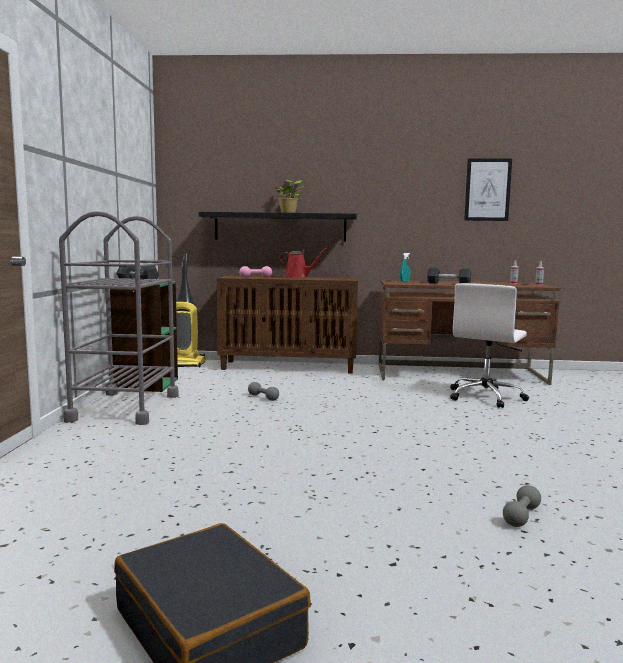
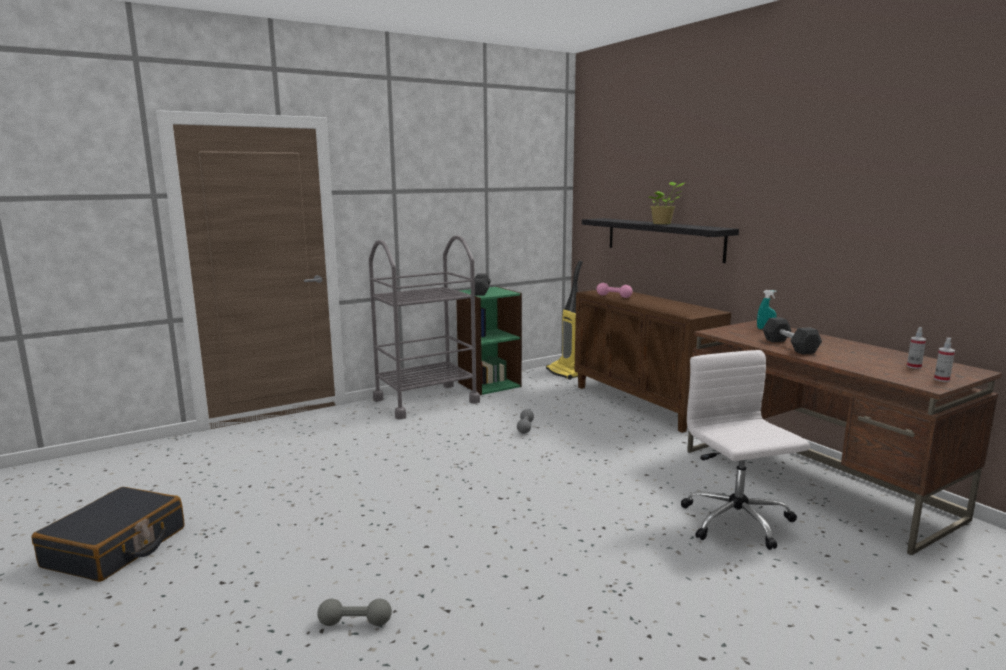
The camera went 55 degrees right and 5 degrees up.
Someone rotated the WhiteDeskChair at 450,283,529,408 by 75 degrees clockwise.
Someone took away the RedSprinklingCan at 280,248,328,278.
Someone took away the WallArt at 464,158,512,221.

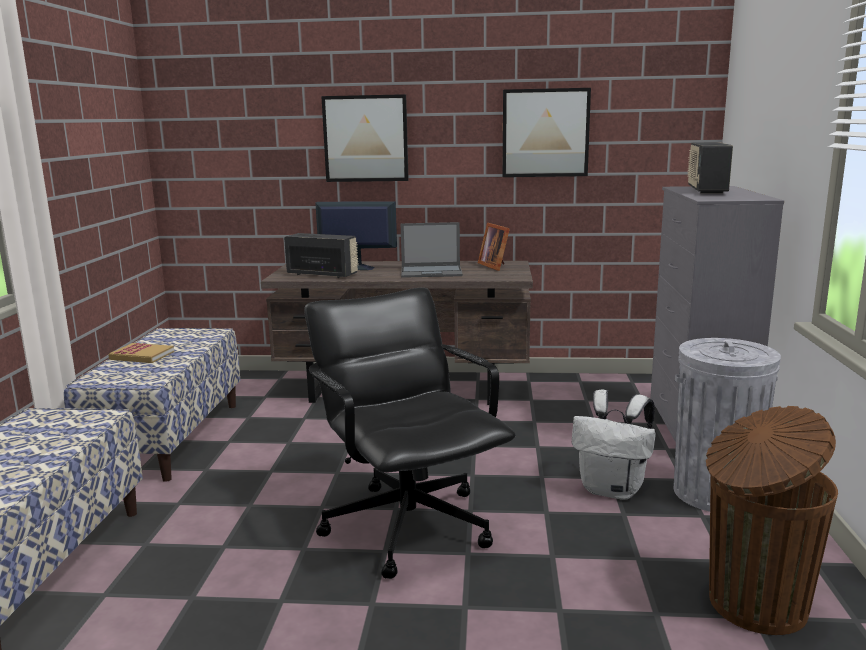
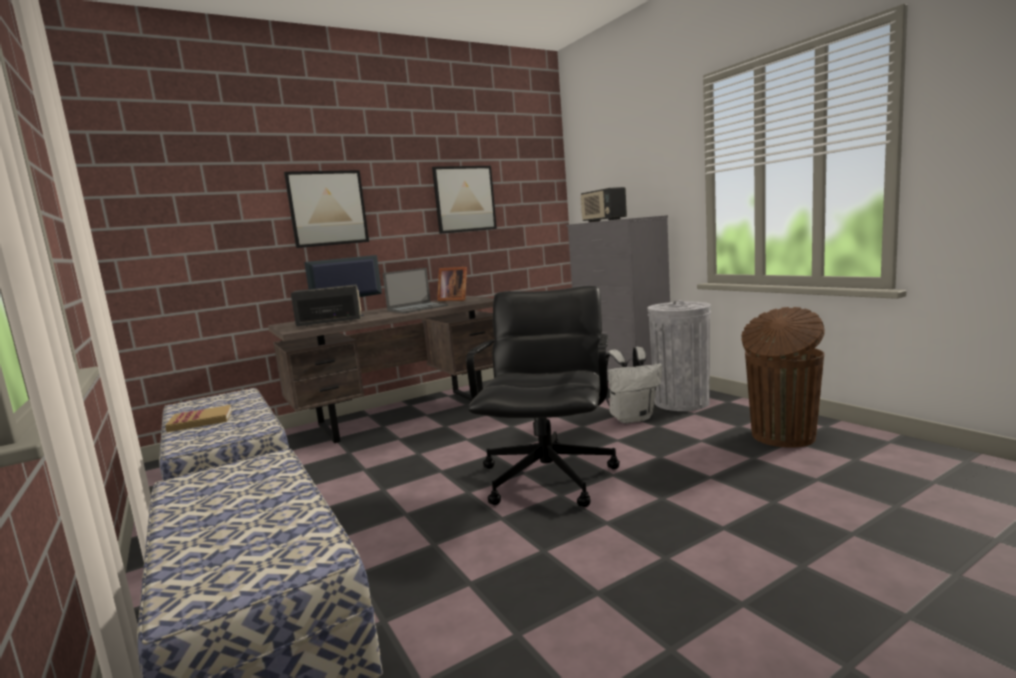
The camera went 35 degrees left and 5 degrees down.
Someone rotated the BlackColouredDeskChair at 304,288,516,579 by 75 degrees clockwise.

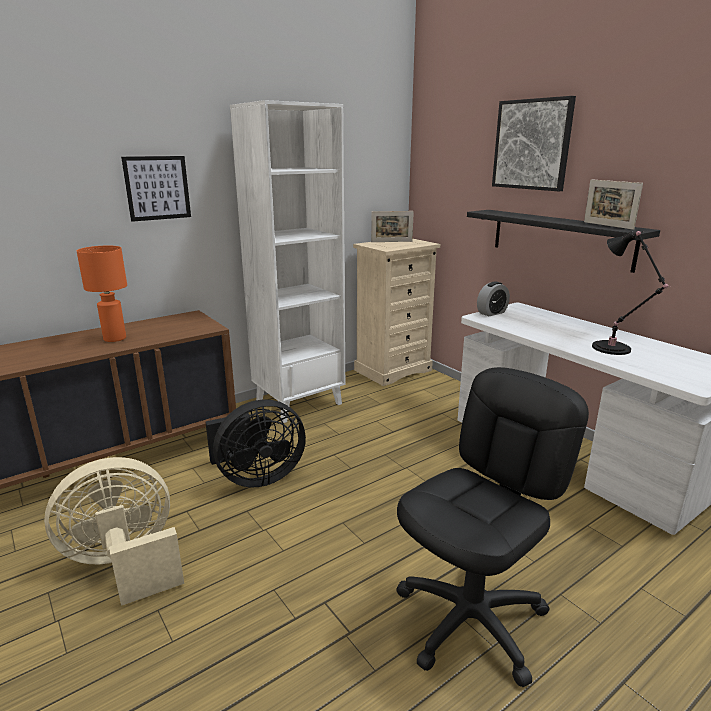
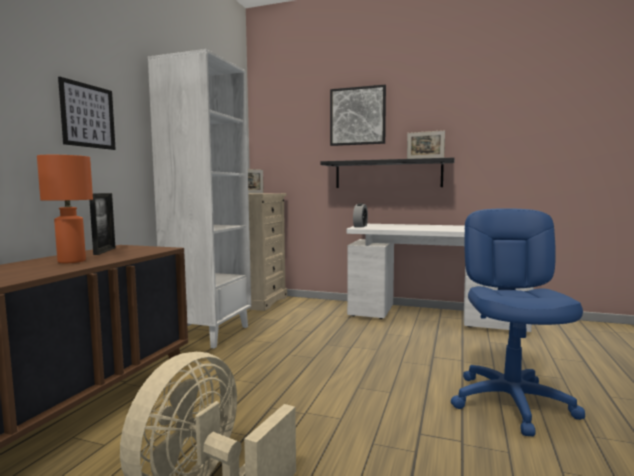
The camera went 35 degrees left and 15 degrees down.
Someone put down the PhotoFrame at 90,193,115,255.
Someone repainted the BlackColouredDeskChair at 396,367,589,687, which became the BlueDeskChair at 451,208,585,437.
Someone took away the BlackColouredElectricFan at 205,400,306,487.
Someone took away the BlackColouredLampForATable at 592,231,671,355.

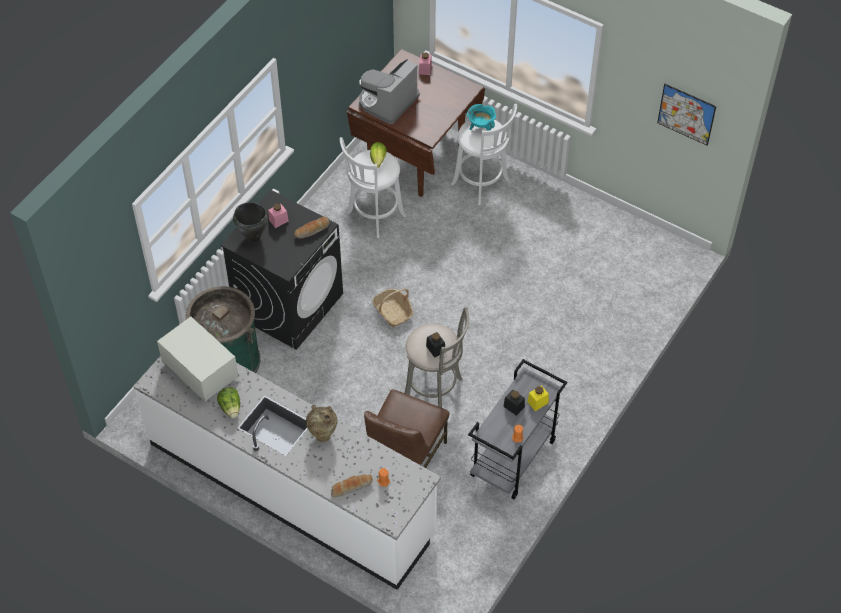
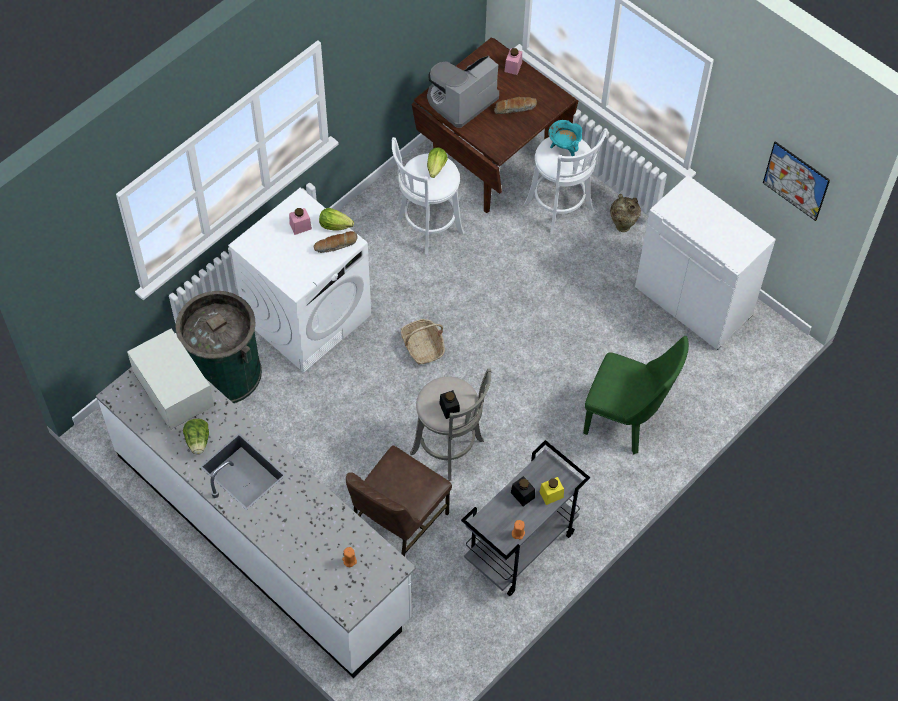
The camera went 10 degrees right and 5 degrees up.
Someone repainted the BlackColouredWashingMachine at 220,190,343,350, which became the WhiteWashingMachine at 228,188,371,372.
Someone put down the Lettuce at 319,208,354,230.
Someone carried the BakedBread from 331,474,373,497 to 494,97,537,114.
Someone put down the GreenColouredUprightChair at 583,336,689,454.
Someone carried the BeigeFlowerVase from 306,405,338,442 to 610,194,641,232.
Someone put down the WhiteStorageCabinet at 635,175,776,350.
Someone took away the BlackColouredCookingPot at 233,202,268,242.

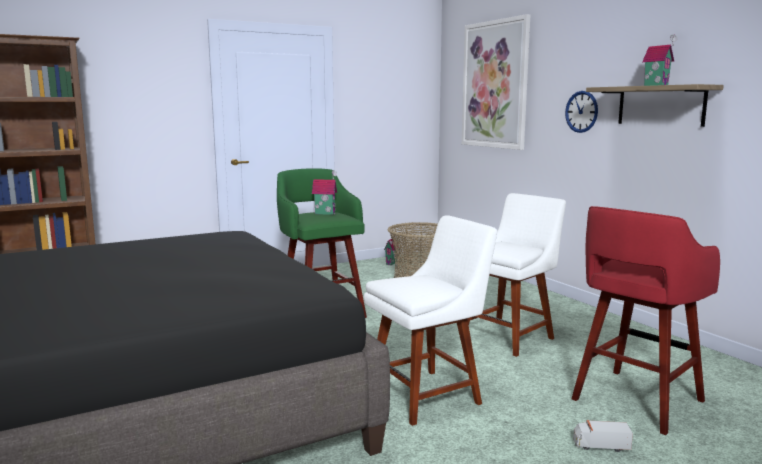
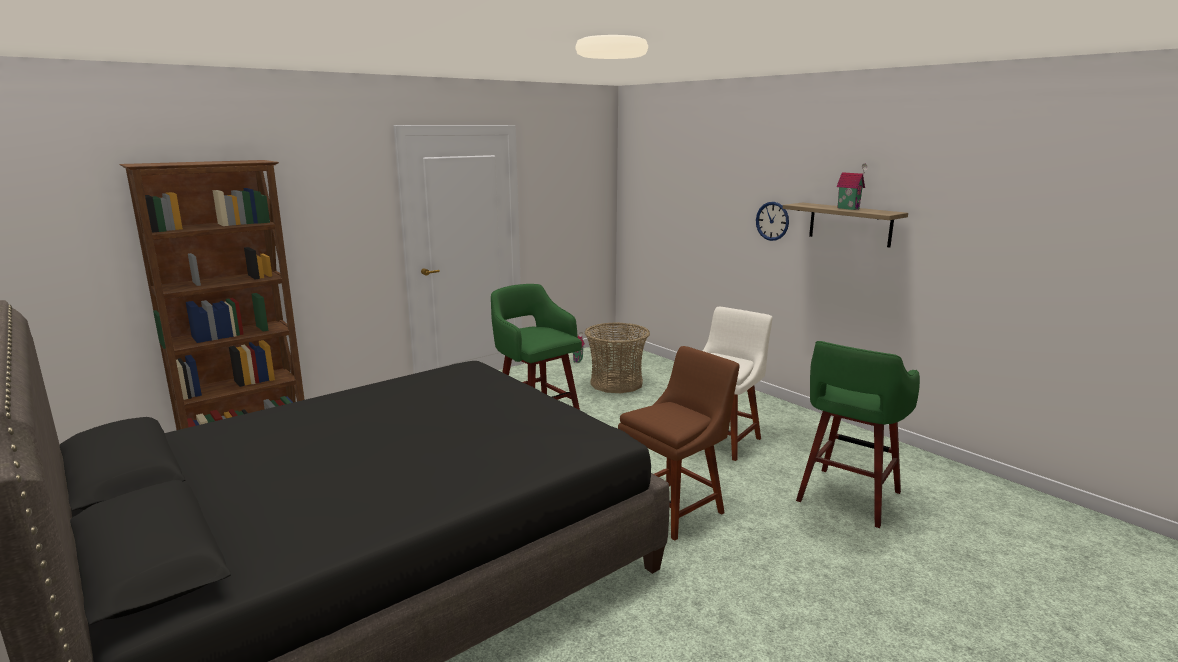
The camera went 10 degrees left and 5 degrees up.
Someone repainted the WhiteUprightChair at 364,215,497,426, which became the BrownColouredUprightChair at 618,346,740,541.
Someone repainted the RedStoolSeat at 571,206,720,435, which became the GreenColouredStoolSeat at 796,341,920,528.
Someone took away the ModelHouse at 312,170,337,215.
Someone took away the WallArt at 462,14,530,150.
Someone took away the ModelTruck at 573,420,633,452.

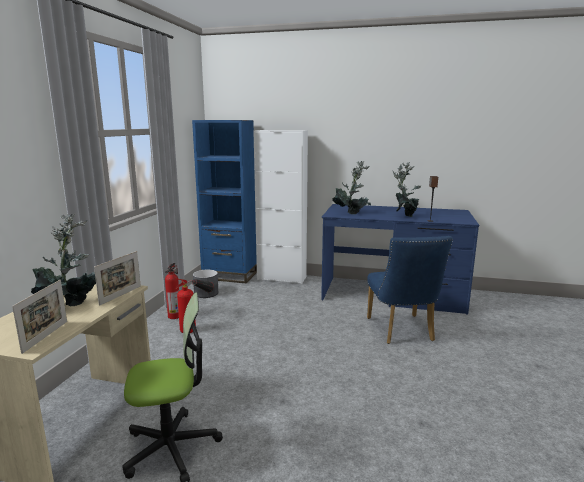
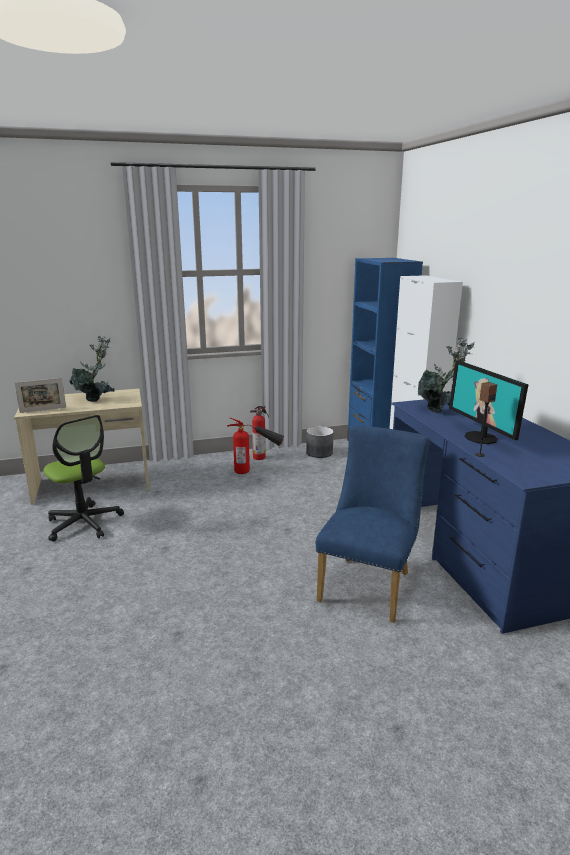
The camera went 60 degrees right and 5 degrees up.
Someone rotated the BlueUprightChair at 367,236,453,344 by 150 degrees clockwise.
Someone swapped the Houseplant at 392,162,421,217 for the ComputerDisplay at 449,360,528,444.
Someone took away the PhotoFrame at 94,251,141,306.

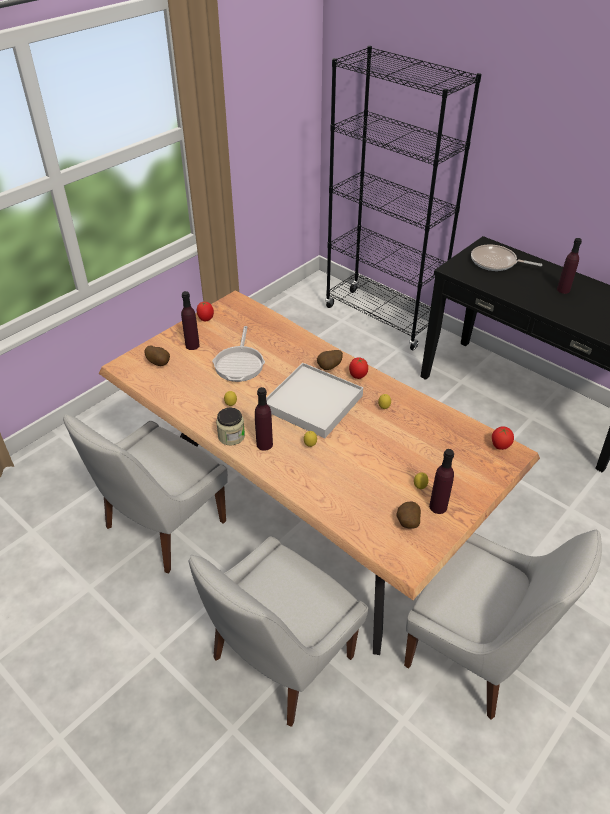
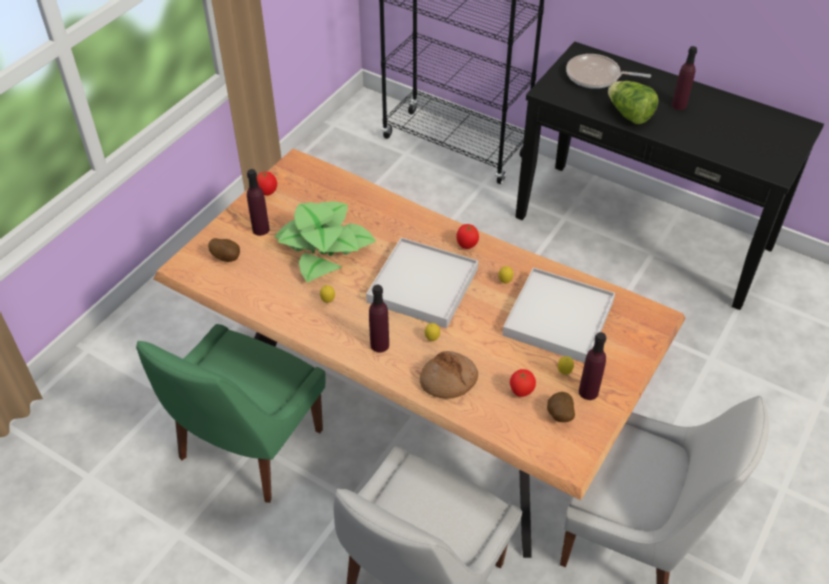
The camera went 10 degrees left and 5 degrees up.
Someone repainted the WhiteUprightChair at 63,414,228,574, which became the GreenColouredUprightChair at 136,324,326,503.
Someone swapped the FryingPan at 212,326,265,382 for the Houseplant at 274,201,376,283.
Someone put down the BakedBread at 420,351,478,398.
Someone put down the WhiteCarryingTray at 502,267,615,363.
Someone carried the WholeTomato from 492,426,514,450 to 510,369,536,397.
Someone put down the Lettuce at 608,81,658,124.
Someone took away the PreserveJar at 216,408,245,445.
Someone took away the WholePotato at 317,350,343,370.

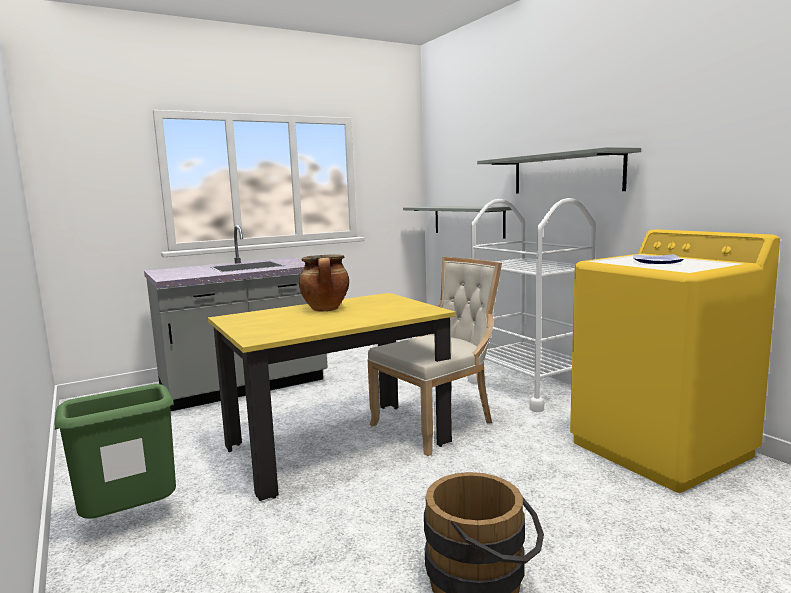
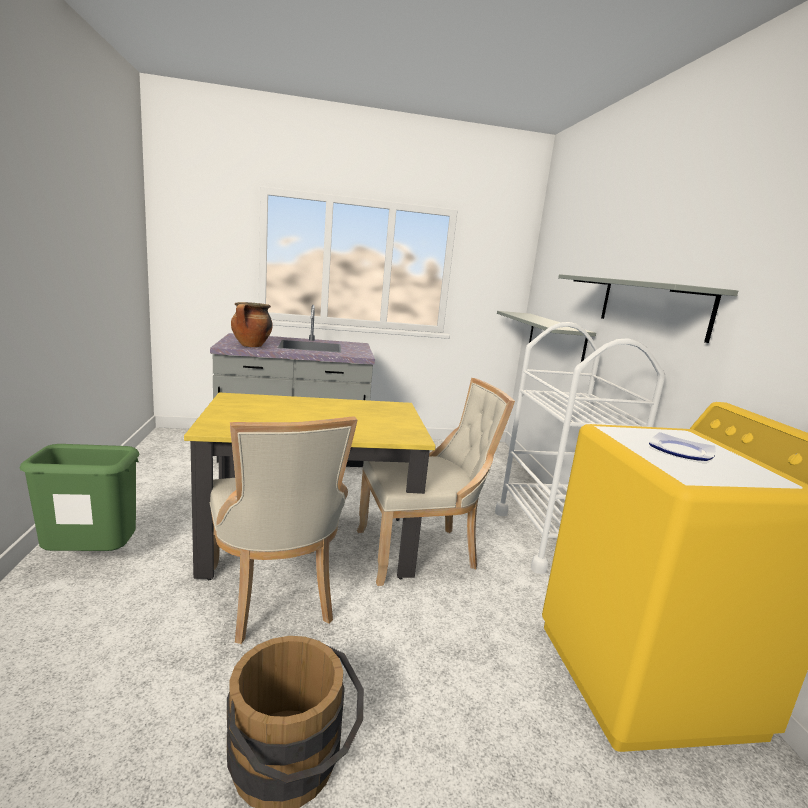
The camera went 20 degrees right and 5 degrees up.
Someone put down the BeigeUprightChair at 210,416,357,644.
Someone carried the CookingPot from 299,255,349,311 to 231,302,273,347.

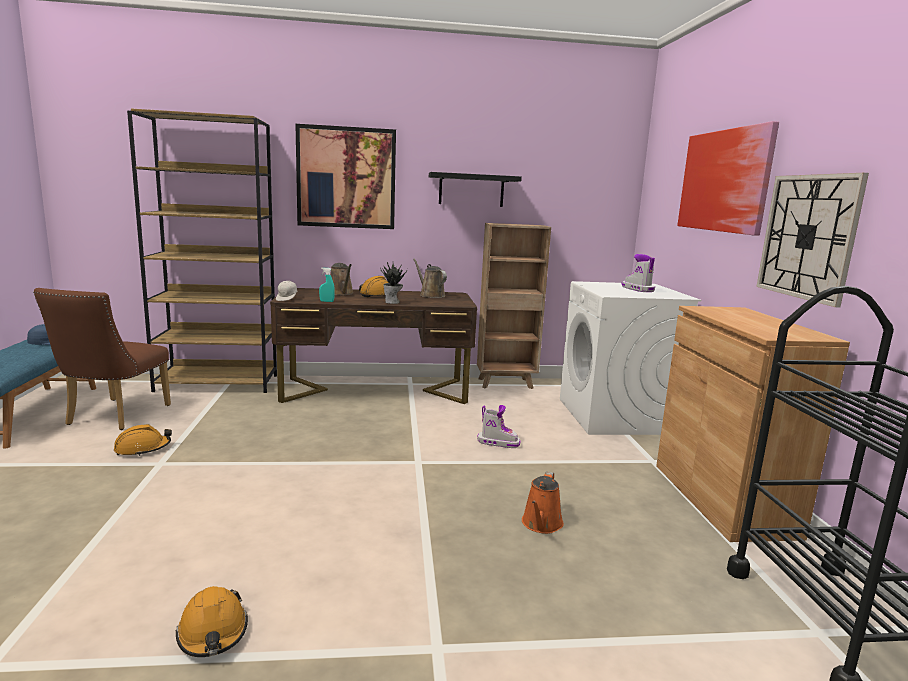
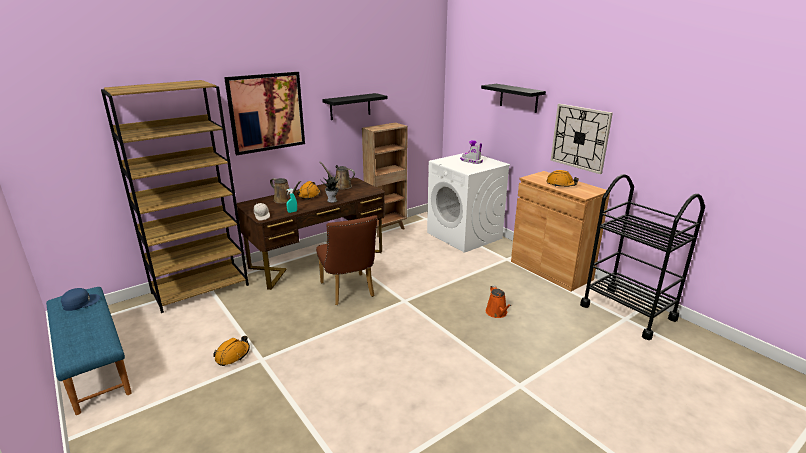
The camera went 30 degrees left and 10 degrees up.
Someone carried the BrownColouredUprightChair from 33,288,171,430 to 316,215,378,305.
Someone swapped the WallArt at 677,121,779,236 for the BlackColouredShelf at 481,84,546,113.
Someone carried the OrangeySafetyHelmet from 175,586,248,657 to 546,170,579,187.
Someone took away the TallBoot at 477,405,521,448.

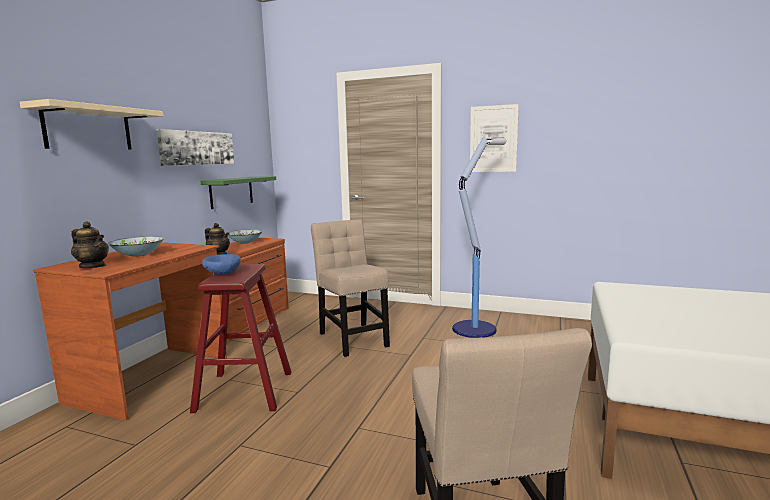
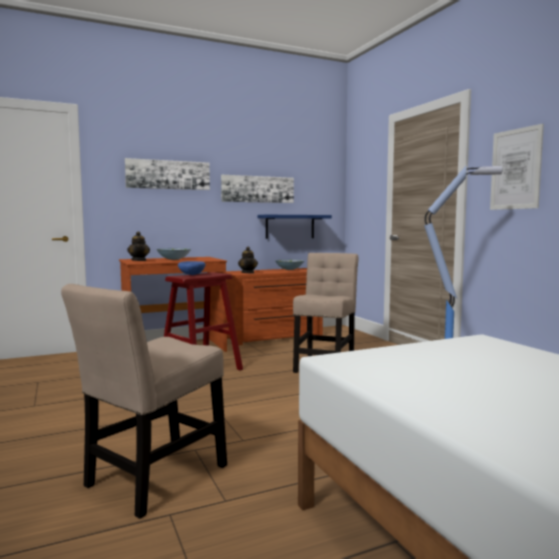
The camera went 45 degrees right and 5 degrees down.
Someone swapped the BeigeShelf at 20,99,163,149 for the WallArt at 125,158,210,190.
Someone repainted the GreenColouredShelf at 201,176,276,209, which became the BlueShelf at 258,215,332,239.

